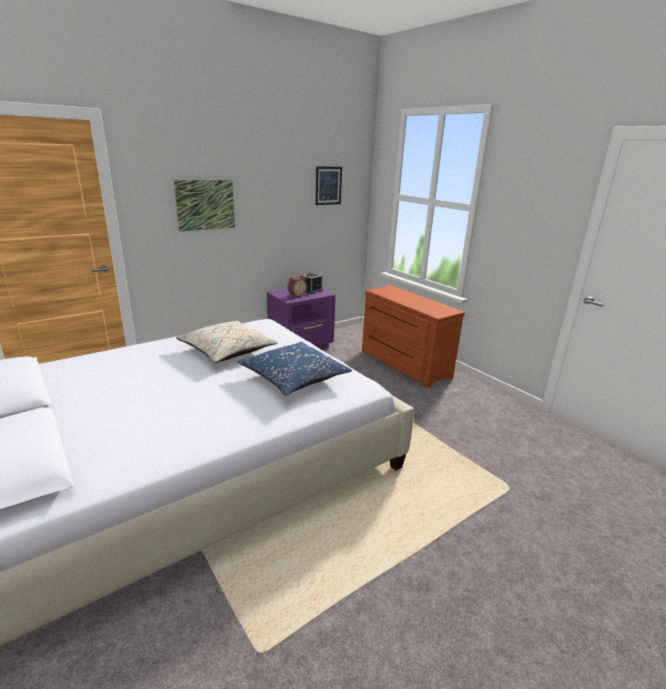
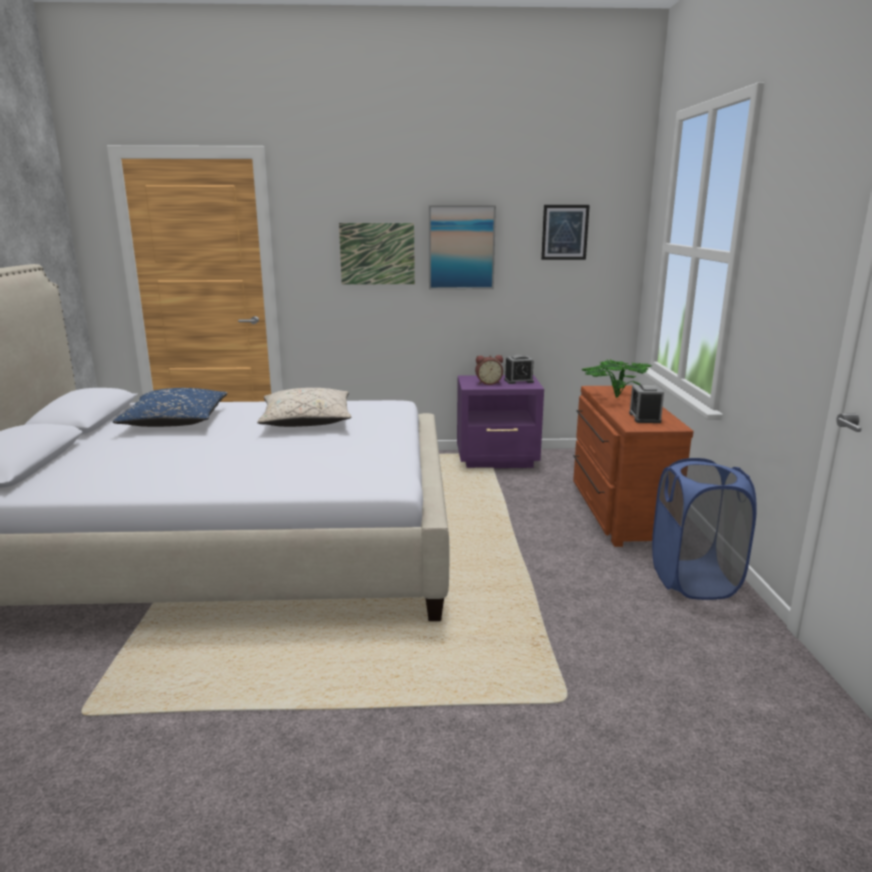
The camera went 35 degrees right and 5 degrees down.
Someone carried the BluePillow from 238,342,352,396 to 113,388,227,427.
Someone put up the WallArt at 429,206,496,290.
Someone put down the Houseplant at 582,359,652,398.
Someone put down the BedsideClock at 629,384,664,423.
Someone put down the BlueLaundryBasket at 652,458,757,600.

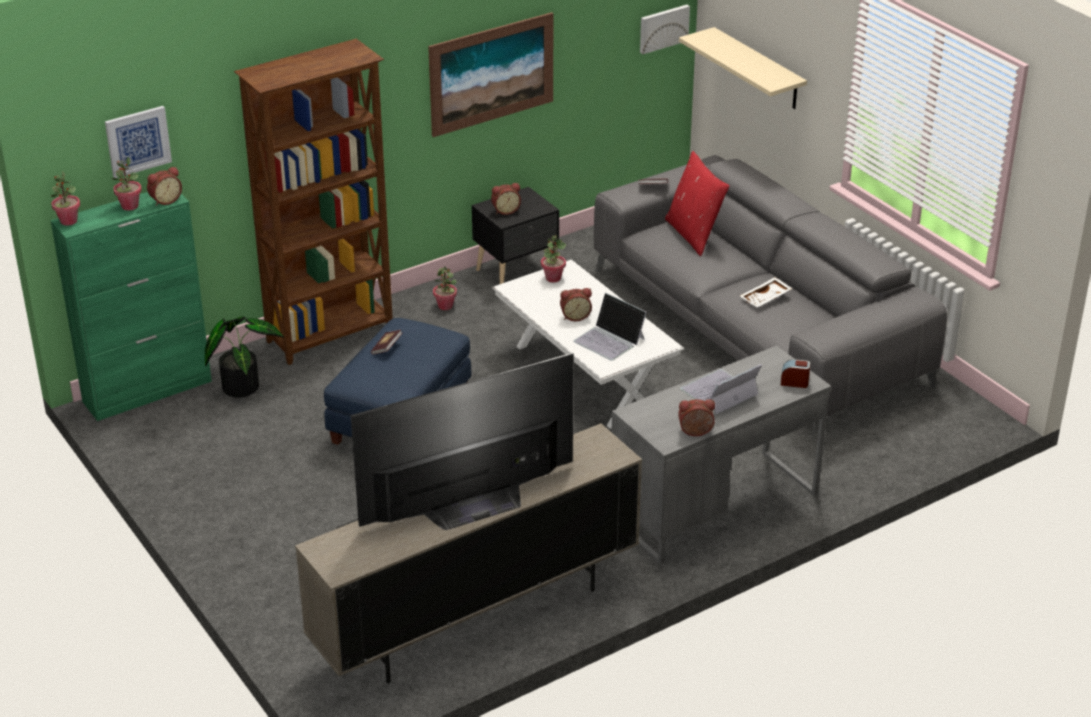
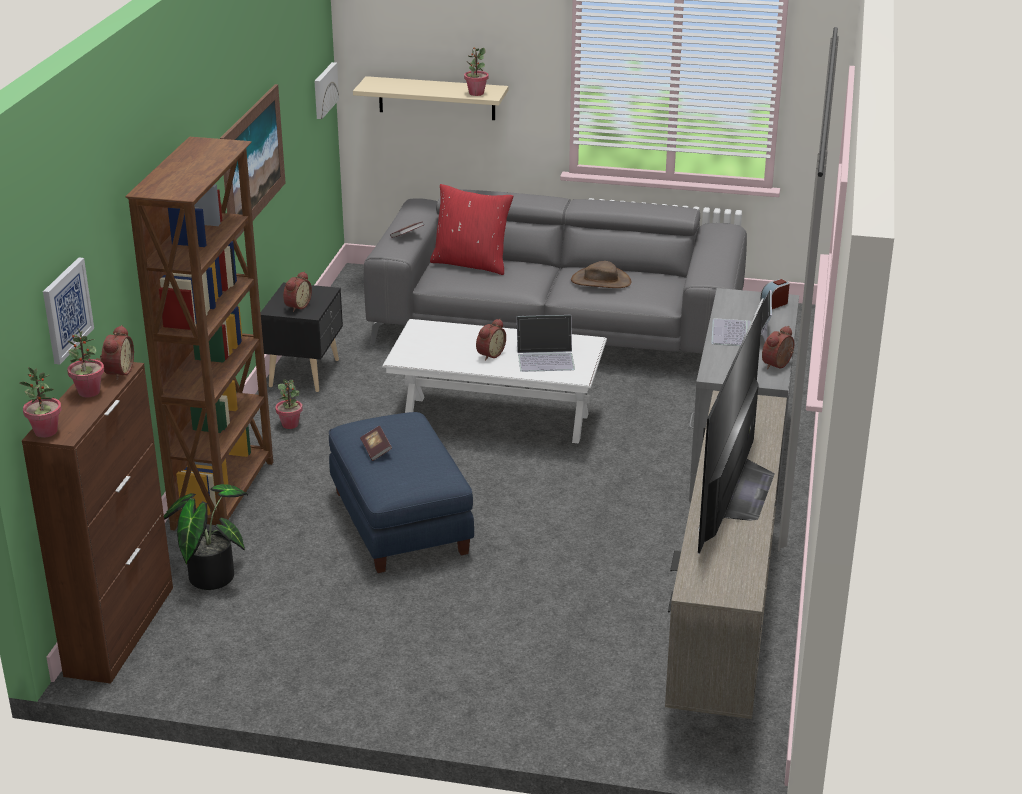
The camera went 45 degrees left and 5 degrees down.
Someone repainted the GreenColouredStorageCabinet at 50,192,212,421, which became the BrownColouredStorageCabinet at 22,358,173,684.
Someone carried the Houseplant from 541,235,566,283 to 464,47,489,96.
Someone swapped the WhiteCarryingTray at 740,277,792,307 for the BrownColouredClothingHat at 571,261,631,288.

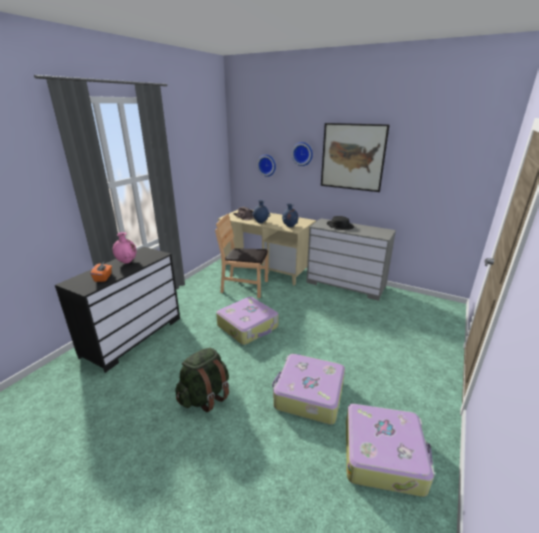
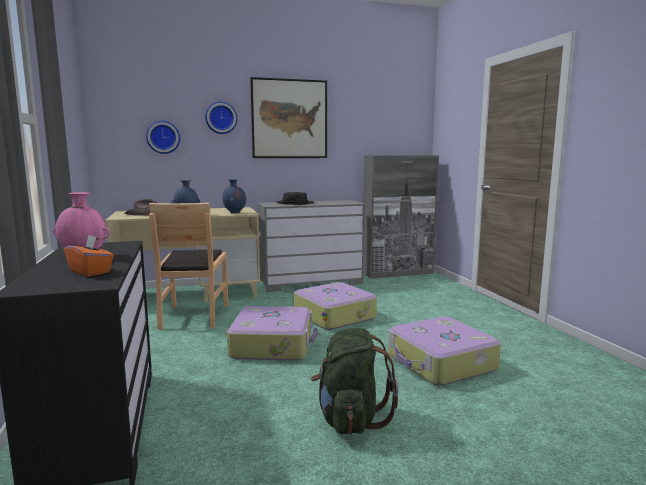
The camera went 45 degrees left and 15 degrees down.
Someone rotated the BrownColouredUprightChair at 215,214,268,298 by 60 degrees counterclockwise.
Someone carried the PieceOfLuggage from 346,404,435,497 to 294,282,377,330.
Someone put down the GreyishStorageCabinet at 364,156,439,279.

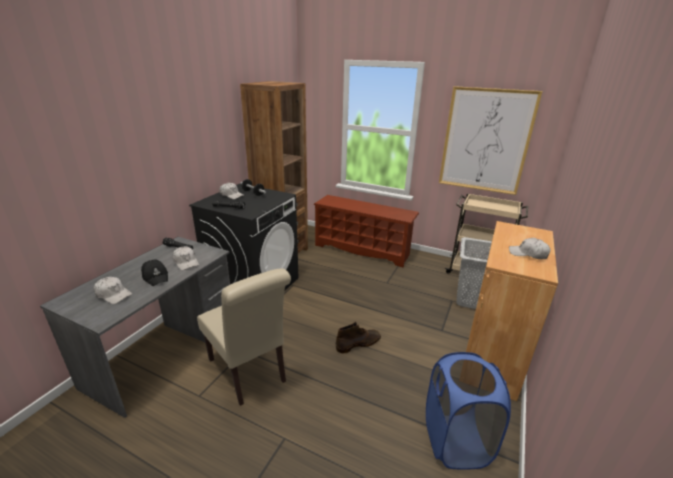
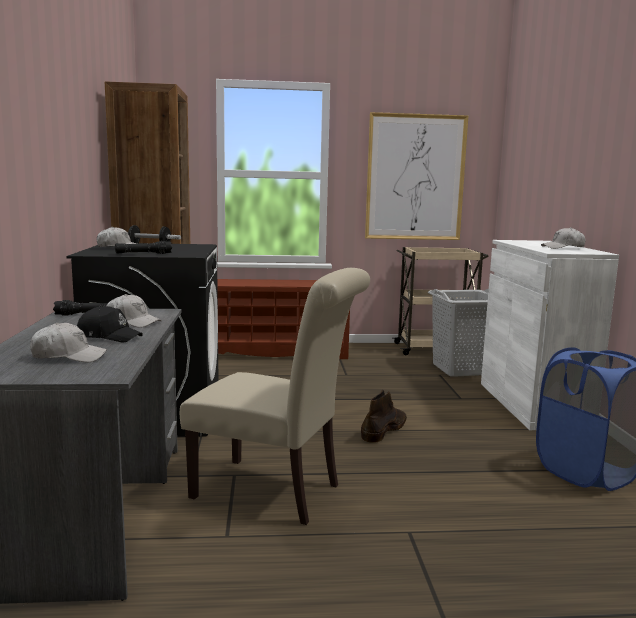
The camera went 30 degrees left and 15 degrees down.
Someone repainted the BrownColouredStorageCabinet at 466,221,558,401, which became the WhiteStorageCabinet at 481,240,619,430.

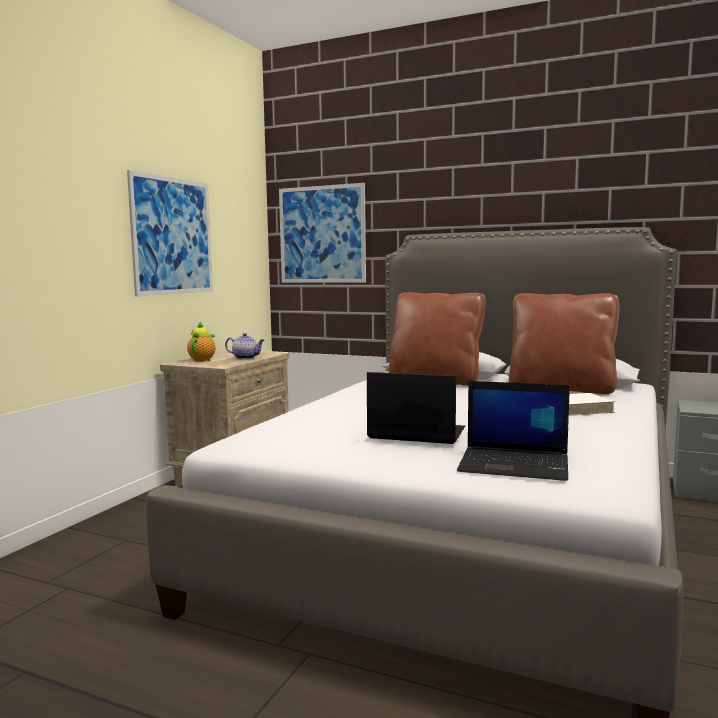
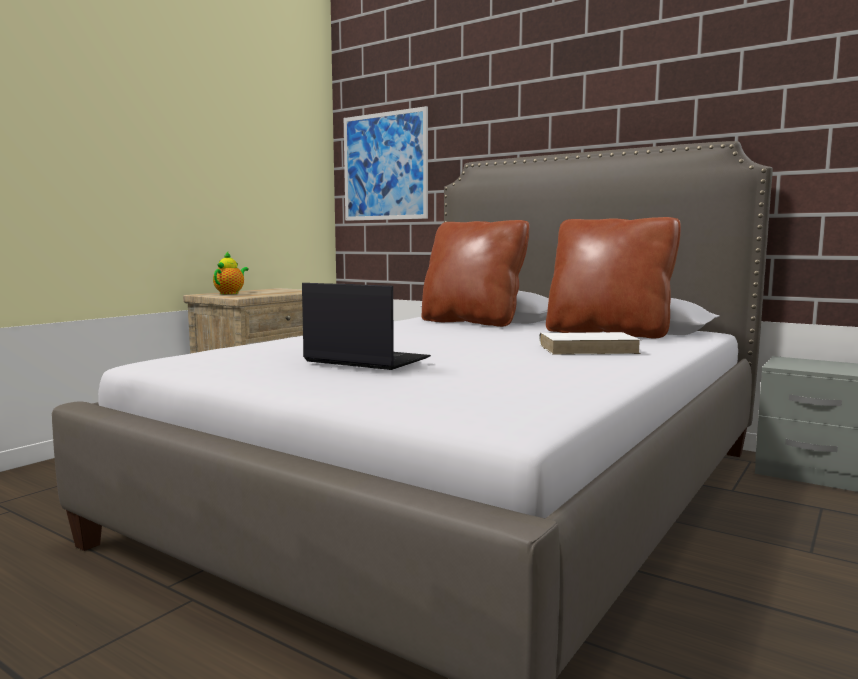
The camera went 10 degrees right and 0 degrees up.
Someone took away the WallArt at 127,170,213,296.
Someone took away the PotForTea at 225,333,264,359.
Someone took away the Laptop at 457,381,570,481.

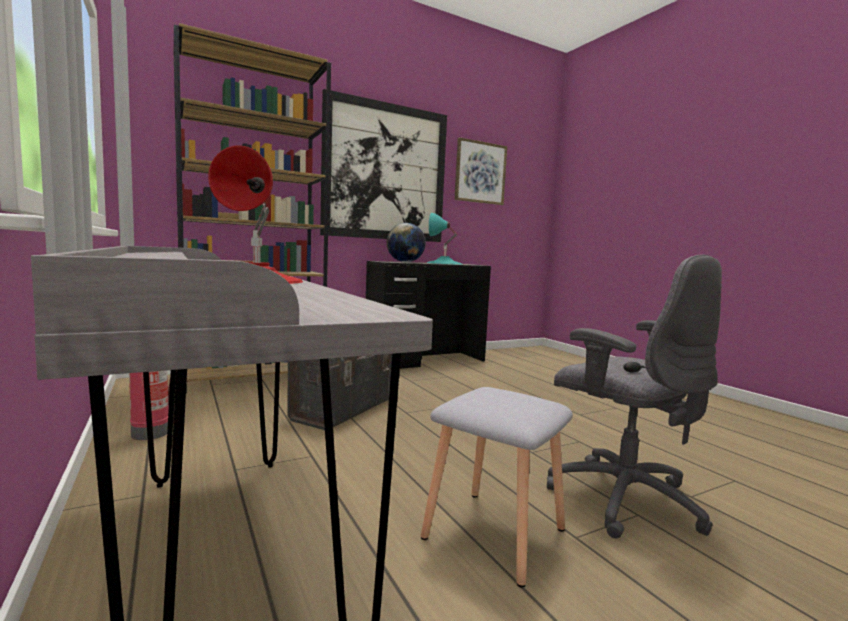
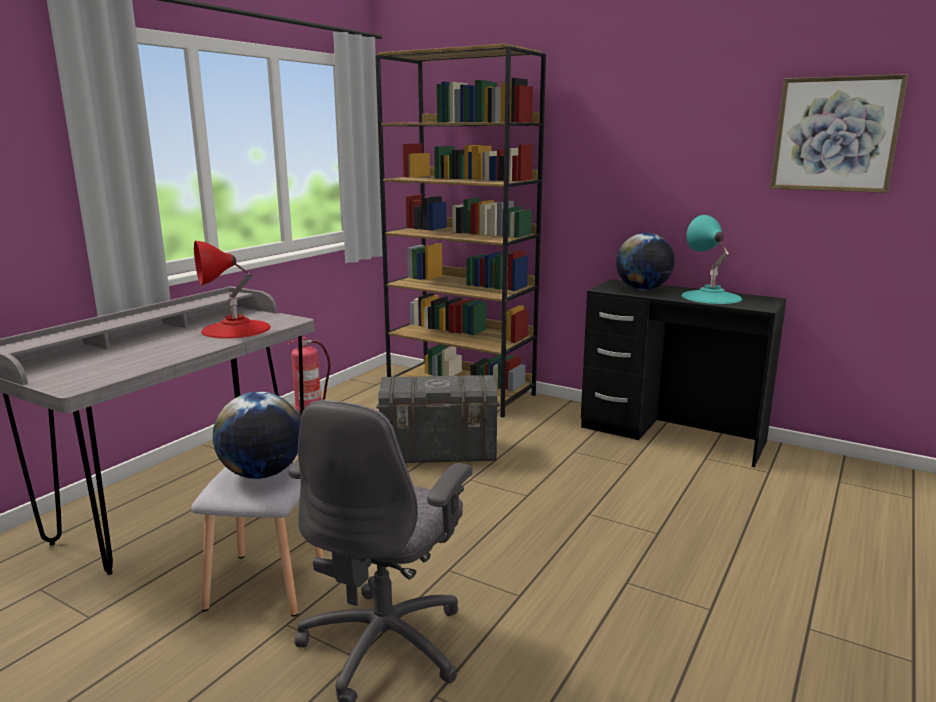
The camera went 60 degrees right and 10 degrees up.
Someone put down the WorldGlobe at 213,392,300,479.
Someone took away the WallArt at 320,89,447,242.

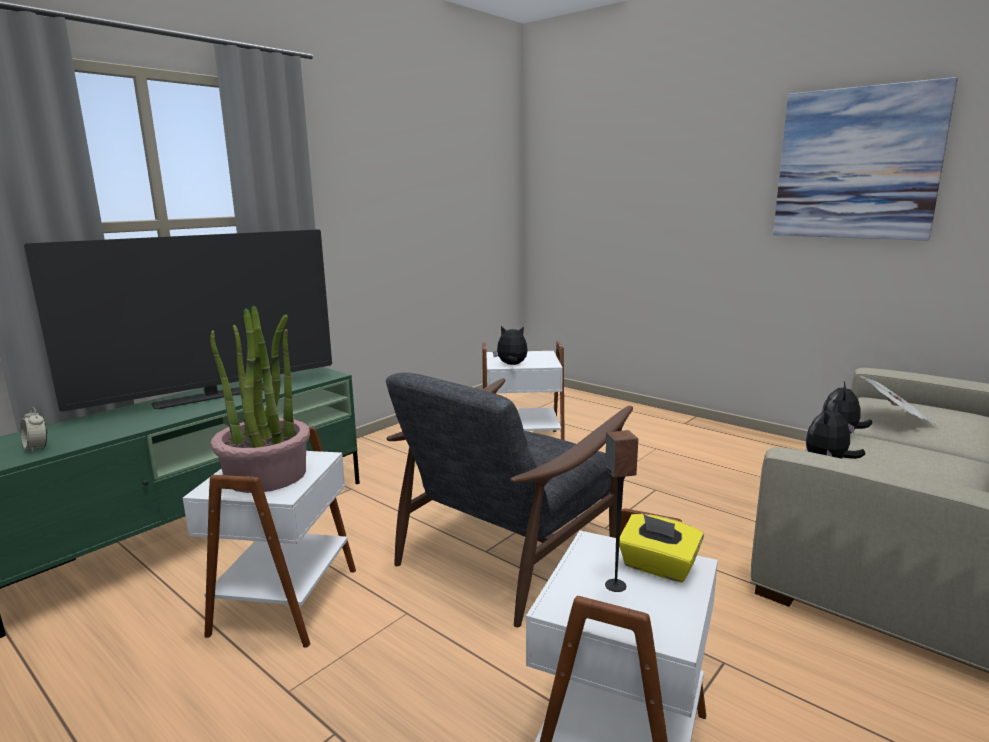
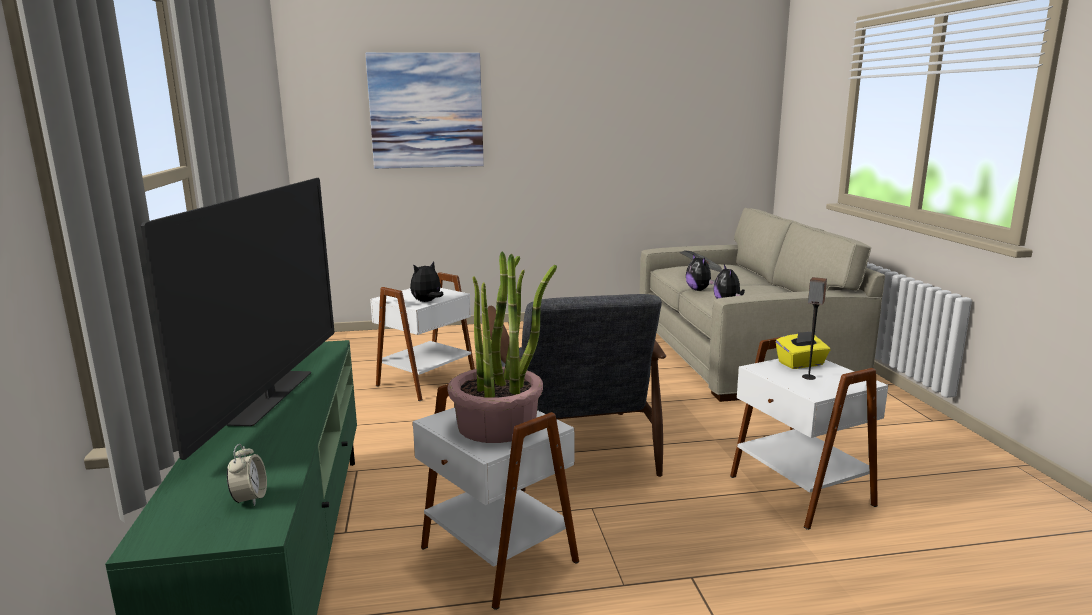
The camera went 50 degrees left and 0 degrees up.
Someone rotated the BedsideClock at 20,407,47,453 by 90 degrees counterclockwise.
Someone carried the WallArt from 773,77,958,241 to 366,53,484,169.

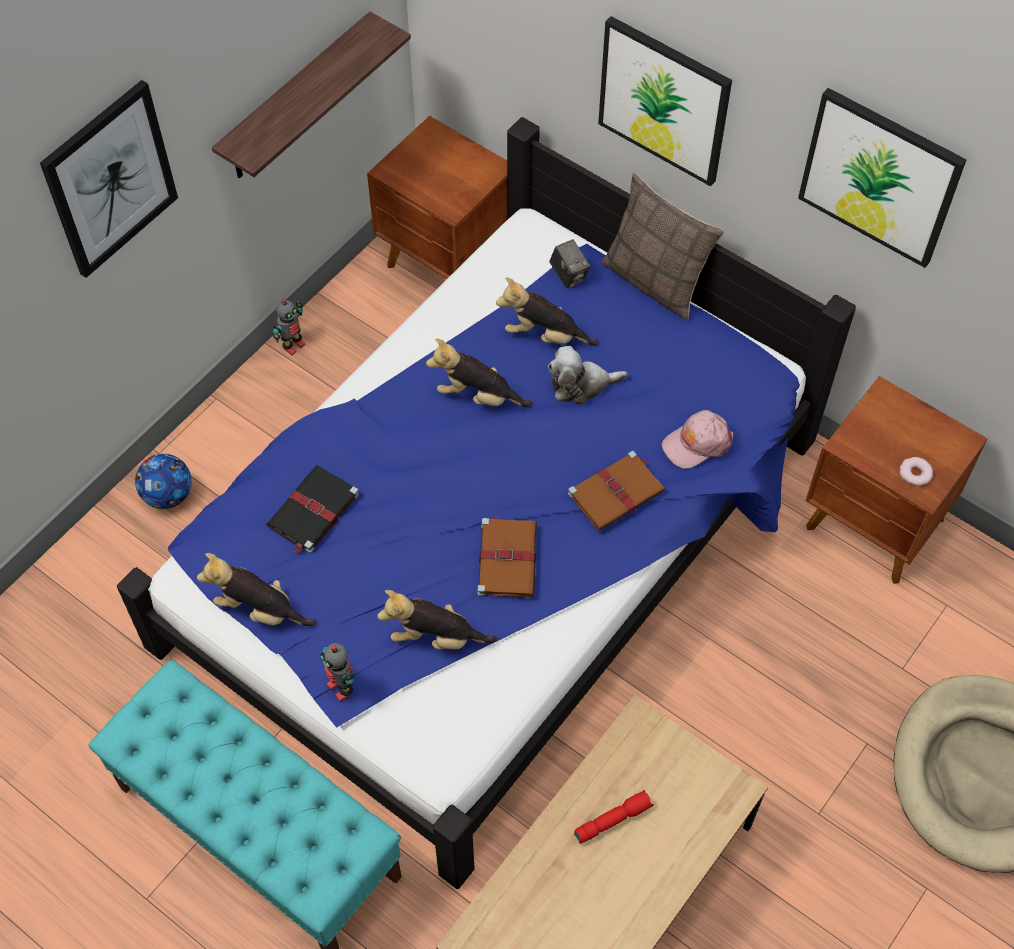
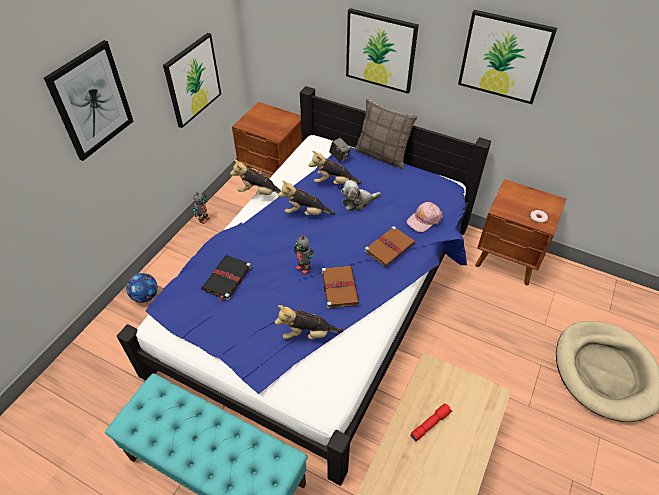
The camera went 10 degrees left and 10 degrees down.
Someone swapped the Shelf at 212,11,411,179 for the WallArt at 163,33,221,128.
Someone carried the CuddlyToy from 197,553,317,626 to 230,159,281,195.
Someone carried the RobotFigure from 320,643,354,702 to 294,235,314,275.

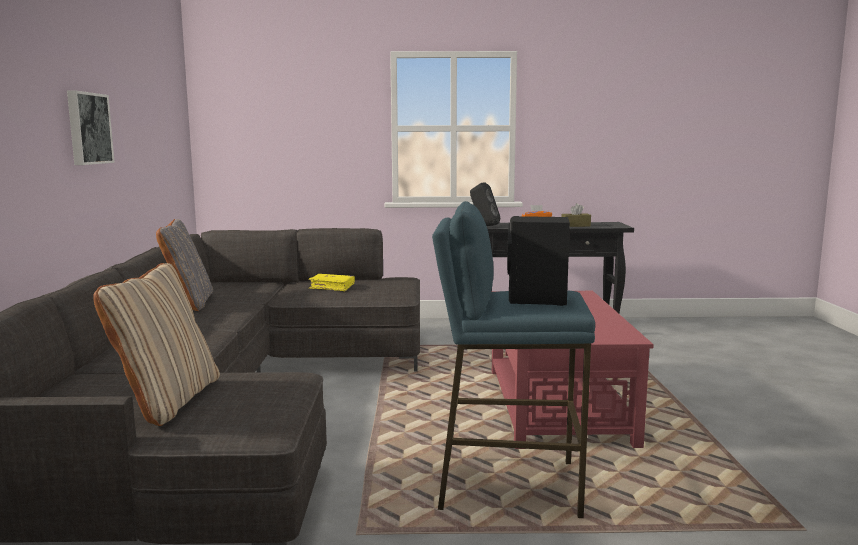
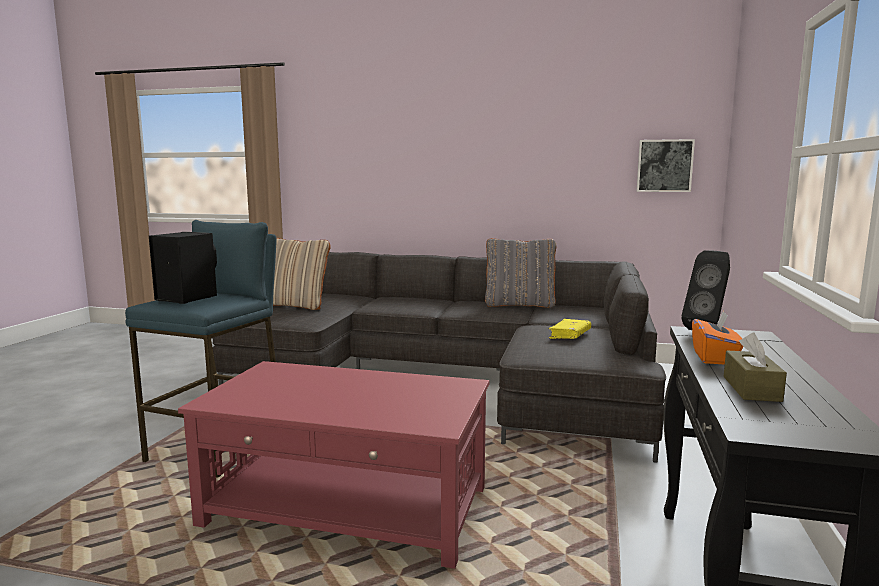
The camera went 105 degrees right and 0 degrees up.
Someone carried the WallArt from 67,90,115,165 to 637,139,695,192.

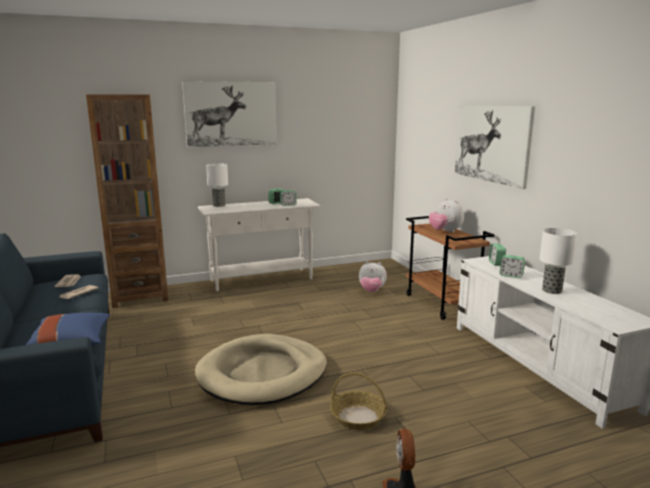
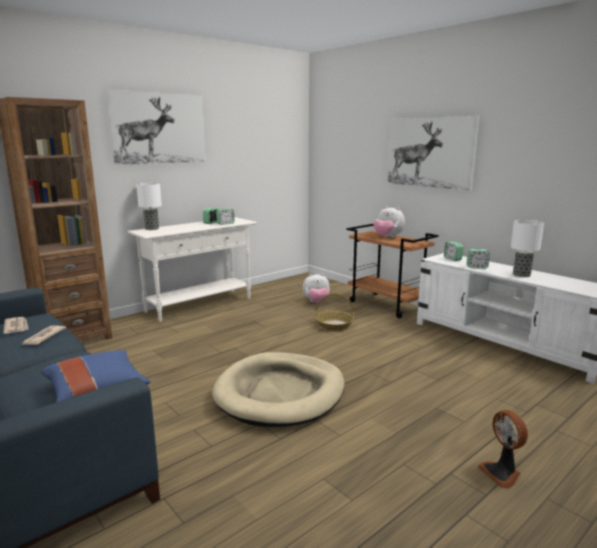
The camera went 20 degrees left and 0 degrees up.
Someone carried the HouseholdBasket from 330,372,387,430 to 315,294,354,330.

